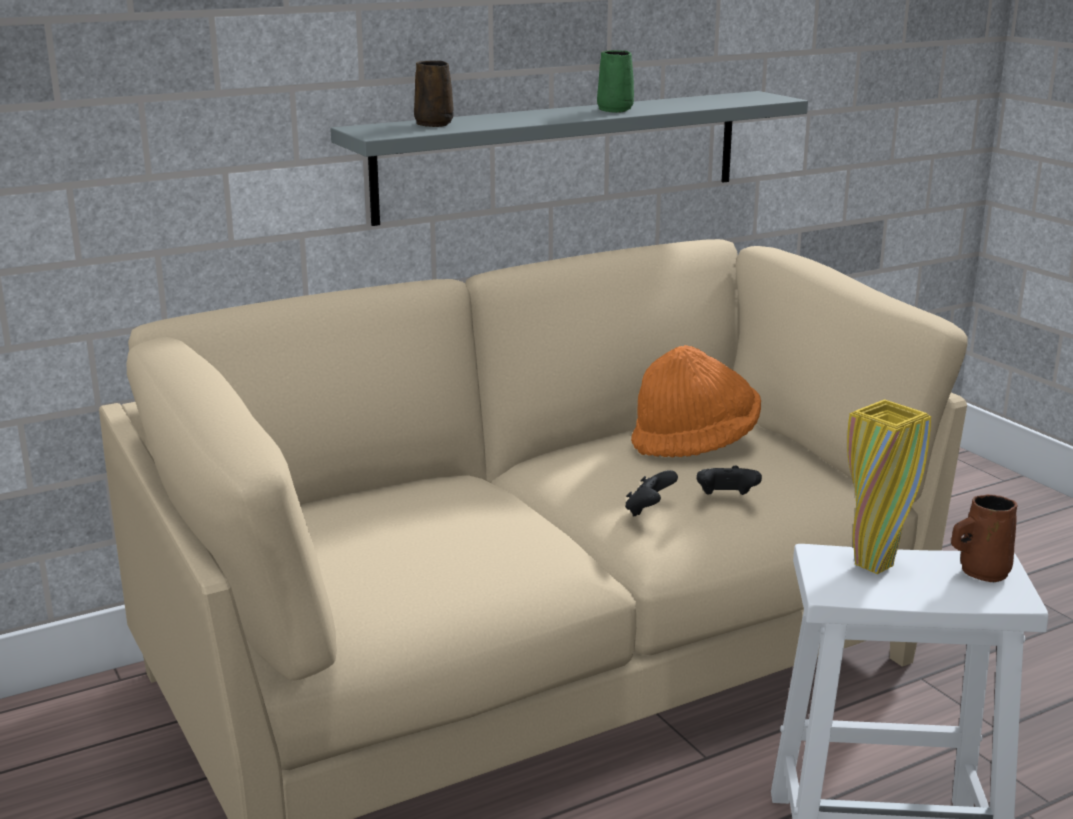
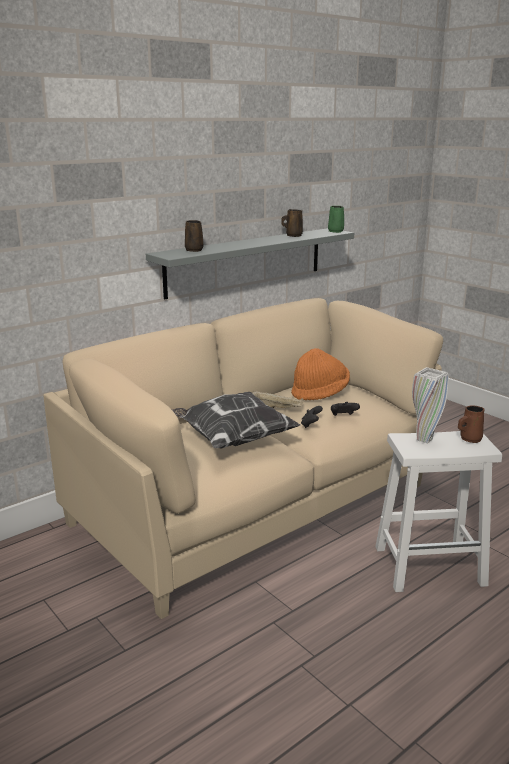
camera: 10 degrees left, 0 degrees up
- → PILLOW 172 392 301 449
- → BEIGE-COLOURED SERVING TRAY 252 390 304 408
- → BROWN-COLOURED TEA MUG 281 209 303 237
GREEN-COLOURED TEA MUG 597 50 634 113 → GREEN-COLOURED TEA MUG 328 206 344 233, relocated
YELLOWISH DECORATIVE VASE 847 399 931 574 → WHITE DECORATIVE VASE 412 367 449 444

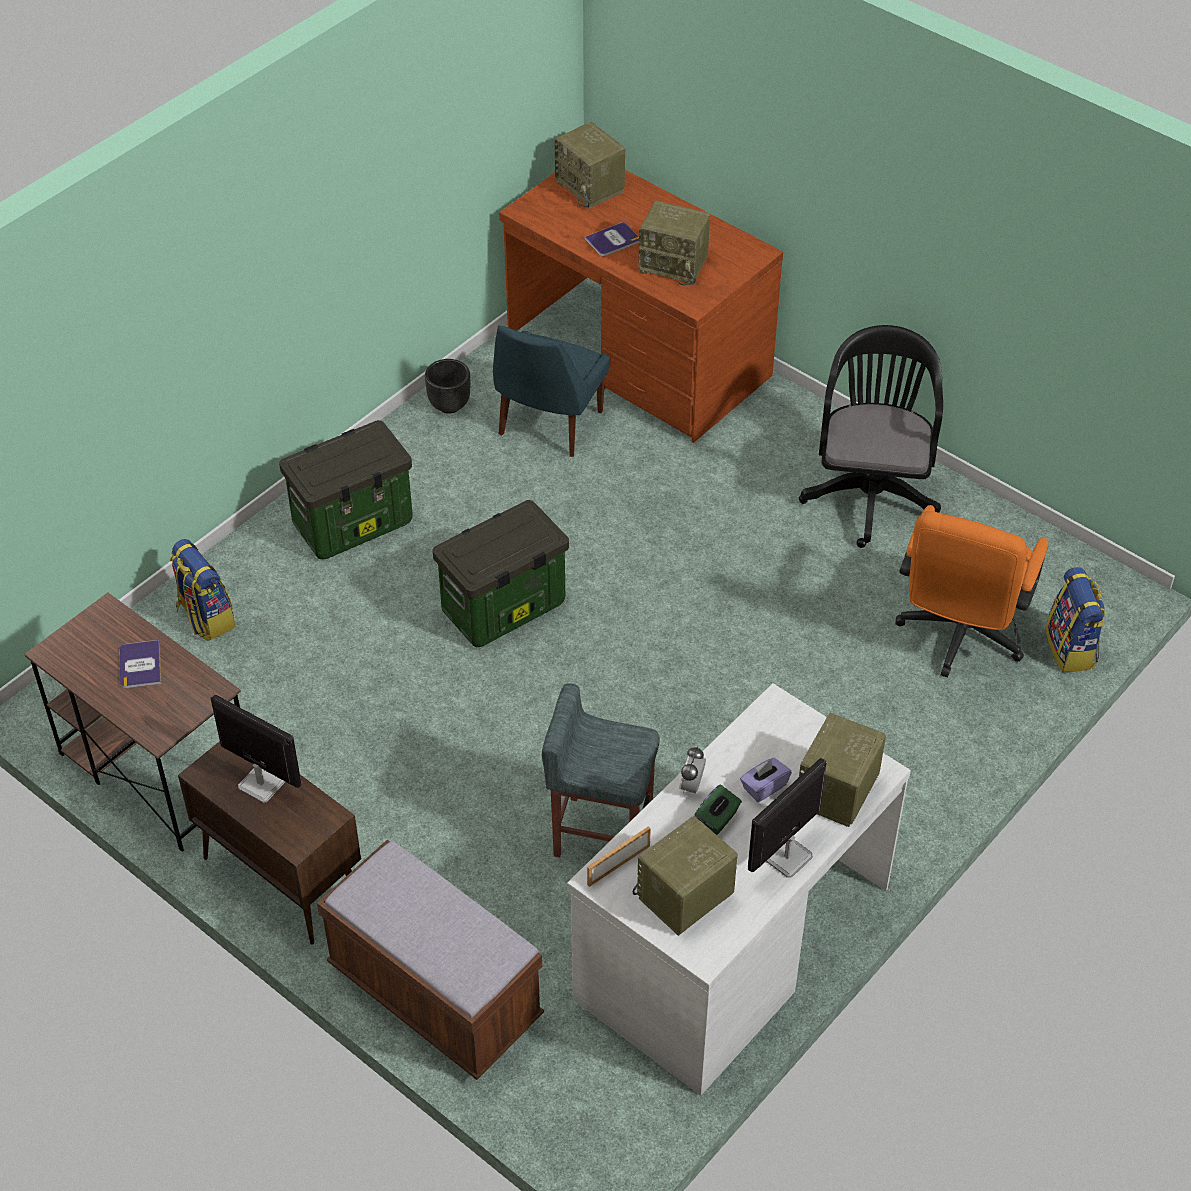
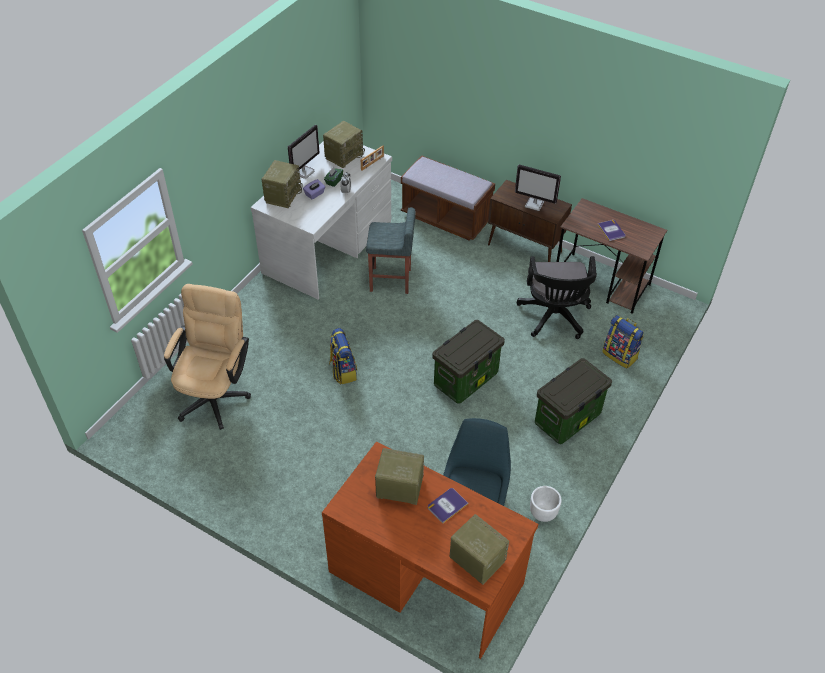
camera: 170 degrees right, 0 degrees up
BLACK COMPUTER CHAIR 799 325 943 548 → BLACK COMPUTER CHAIR 517 256 597 339, relocated
BACKPACK 1045 567 1105 672 → BACKPACK 329 328 357 385, relocated
BLACK FLOWER POT 425 359 470 414 → WHITE FLOWER POT 530 486 562 522
ORANGEY COMPUTER CHAIR 896 505 1048 678 → BEIGE-COLOURED COMPUTER CHAIR 164 284 251 430

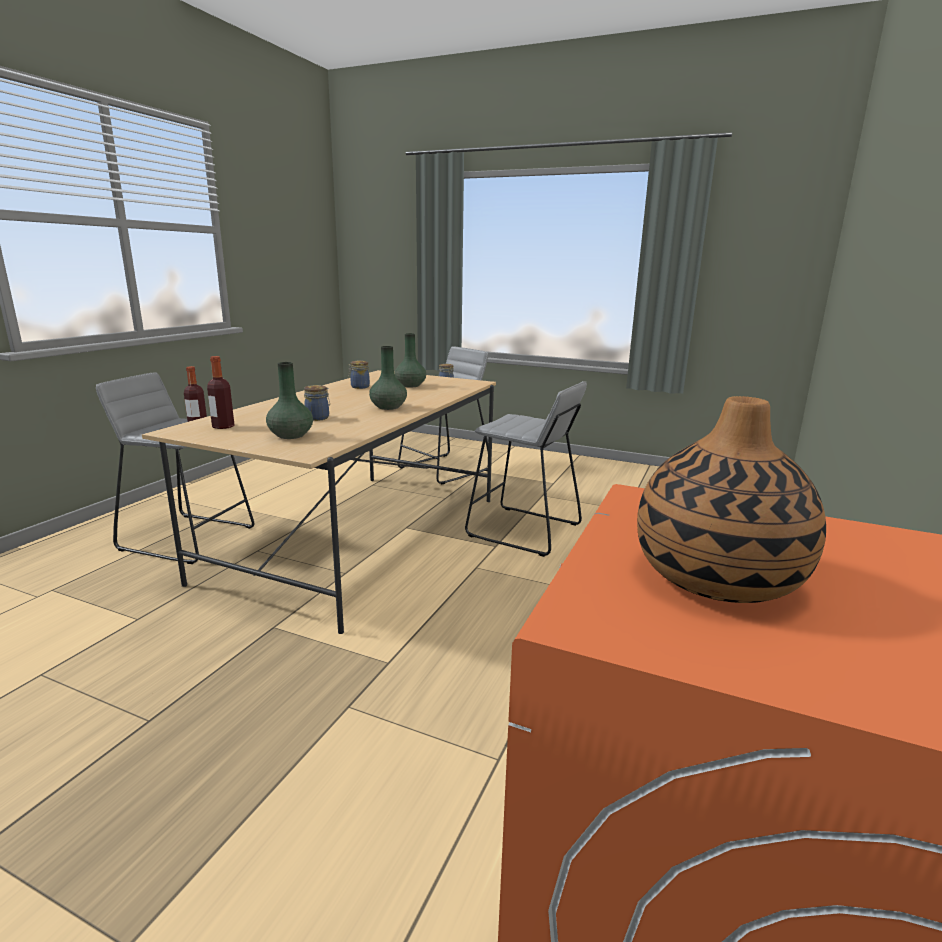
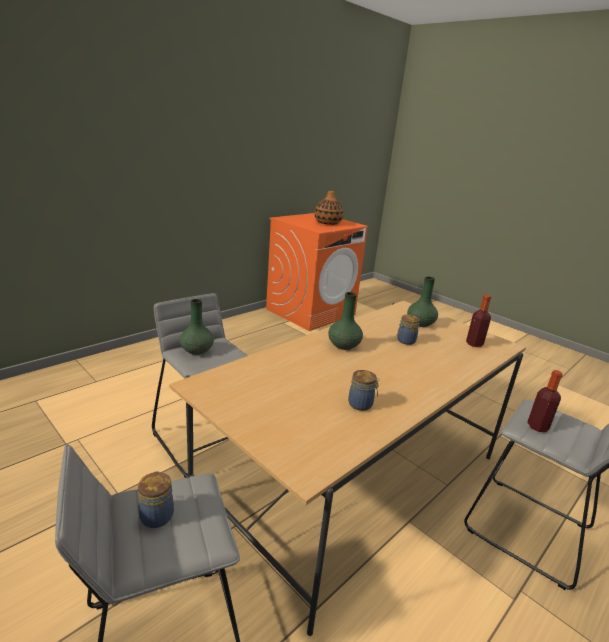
camera: 160 degrees left, 5 degrees up
GREEN-COLOURED DECORATIVE VASE 395 333 426 387 → GREEN-COLOURED DECORATIVE VASE 180 299 214 355, relocated

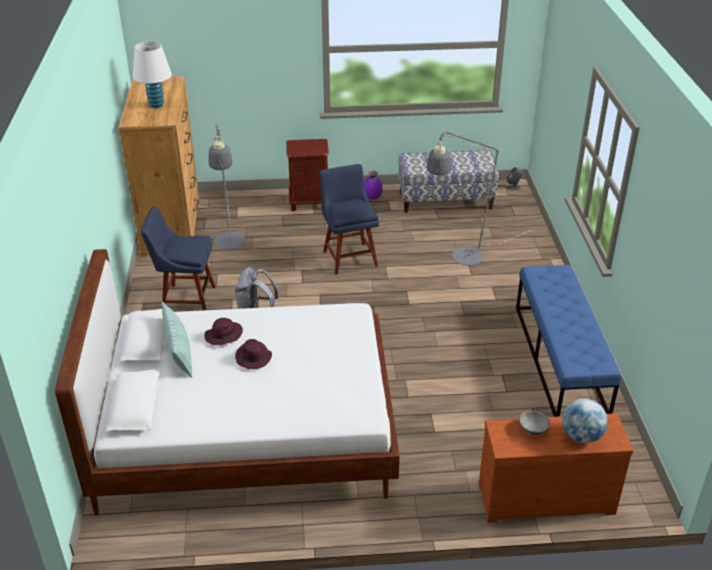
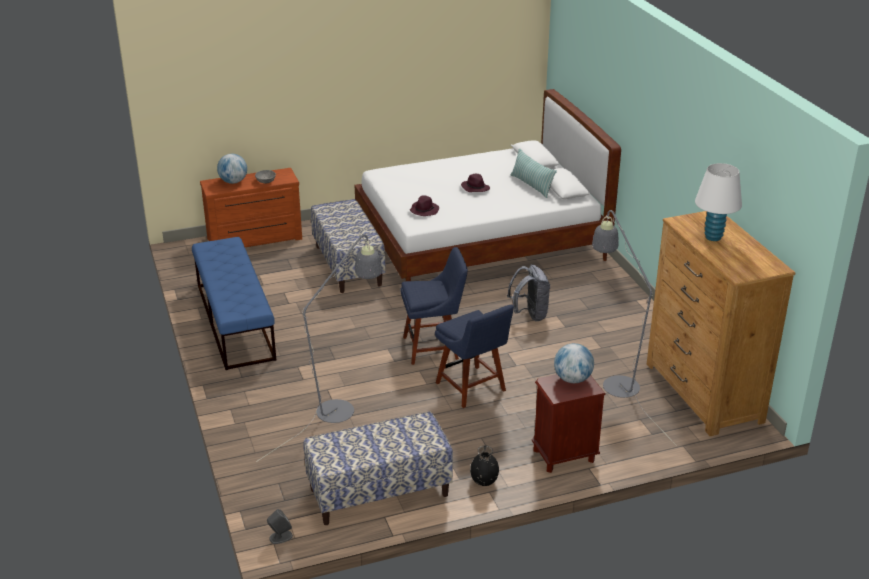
camera: 165 degrees right, 5 degrees down
- → LONG SEAT 311 199 386 293
- → DESK GLOBE 554 343 594 383
BLUISH UPRIGHT CHAIR 141 206 216 310 → BLUISH UPRIGHT CHAIR 400 247 468 365, relocated
PURPLISH CLOTHING HAT 204 318 243 345 → PURPLISH CLOTHING HAT 410 195 439 216, relocated
PURPLISH DECORATIVE VASE 364 171 383 200 → BLACK DECORATIVE VASE 470 446 499 486

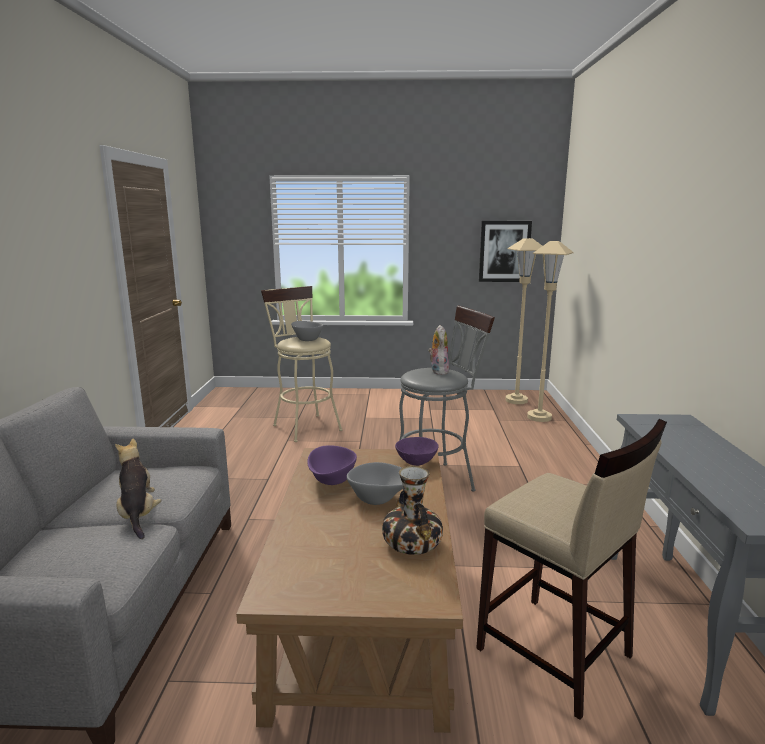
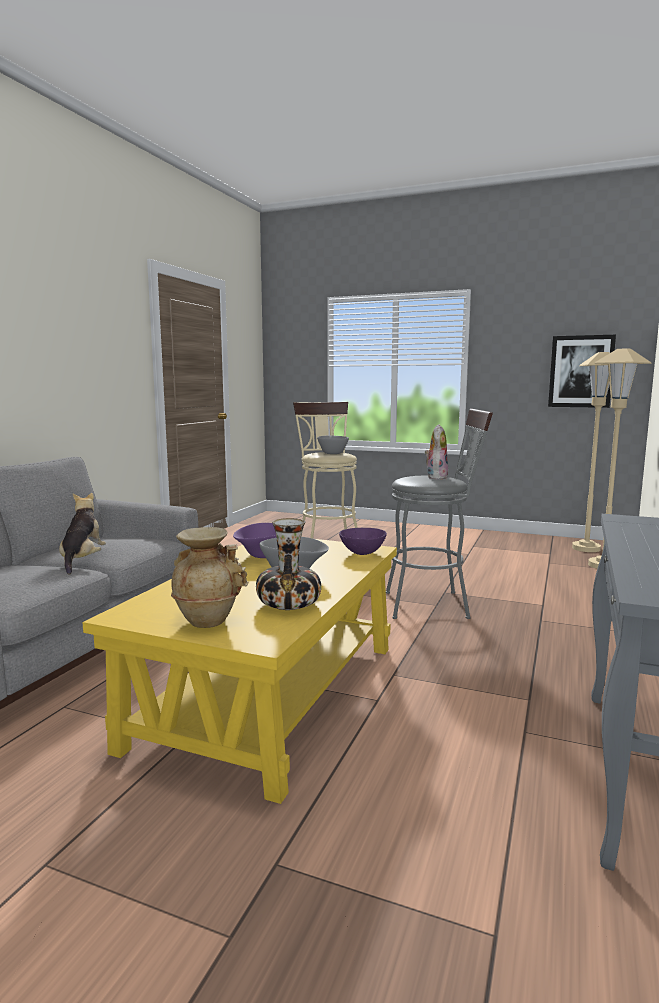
camera: 20 degrees right, 5 degrees down
BEIGE-COLOURED STOOL SEAT 476 419 667 720 → -
- → BEIGE-COLOURED DECORATIVE VASE 171 527 248 628
BROWN-COLOURED LOW TABLE 236 448 463 733 → YELLOWISH LOW TABLE 82 539 397 804

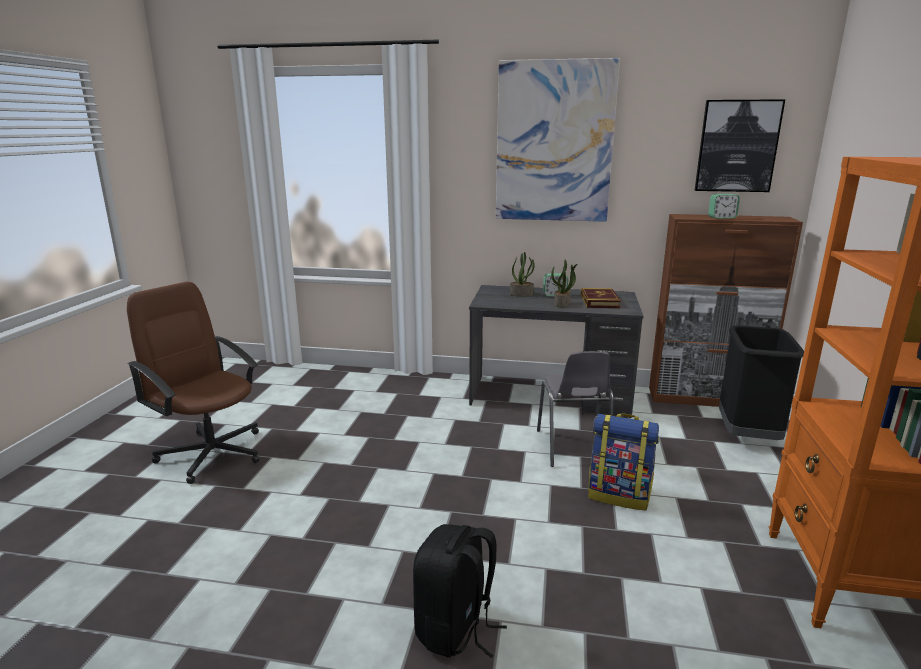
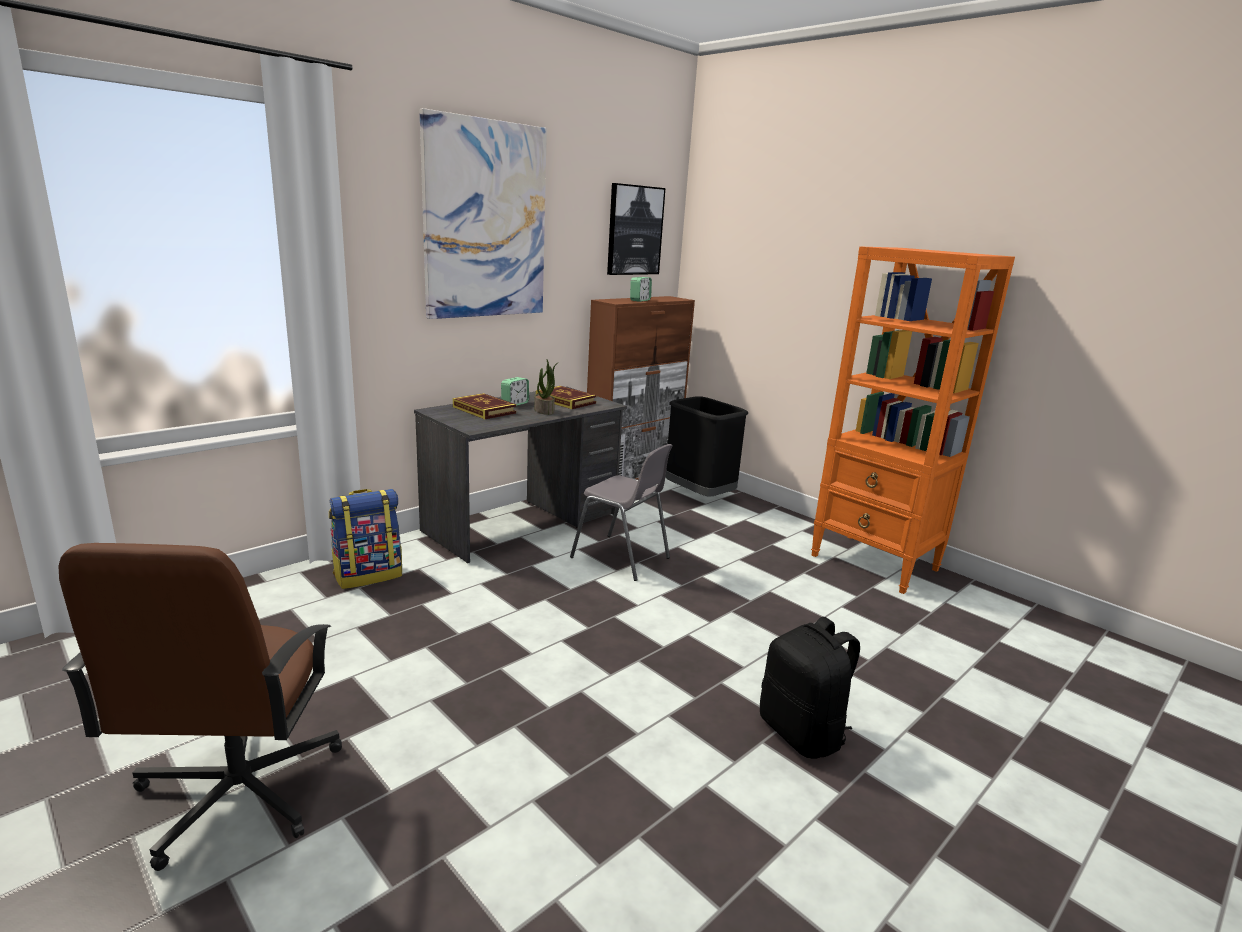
camera: 55 degrees left, 0 degrees up
BACKPACK 588 413 659 510 → BACKPACK 329 489 402 589, relocated
PLANT IN A POT 510 252 535 297 → BOUND BOOK 453 393 516 419
BROWN-COLOURED COMPUTER CHAIR 127 282 259 484 → BROWN-COLOURED COMPUTER CHAIR 59 543 342 871, 75 degrees counterclockwise

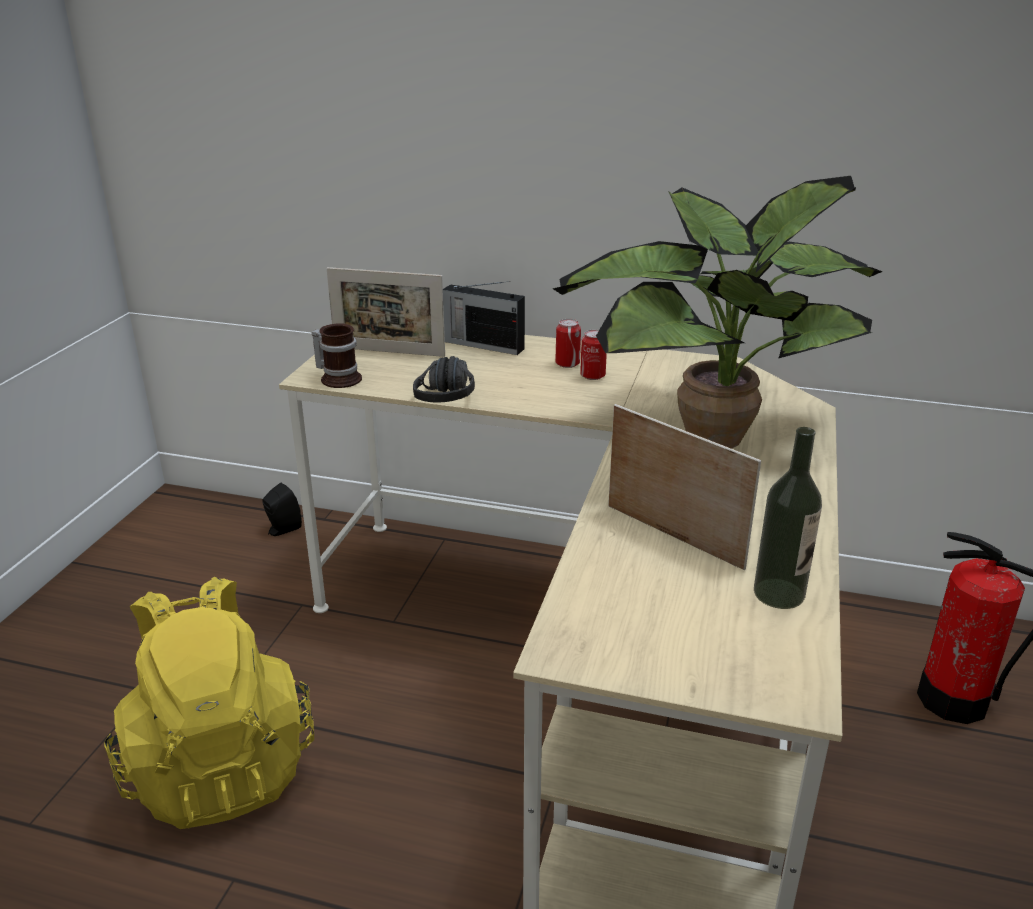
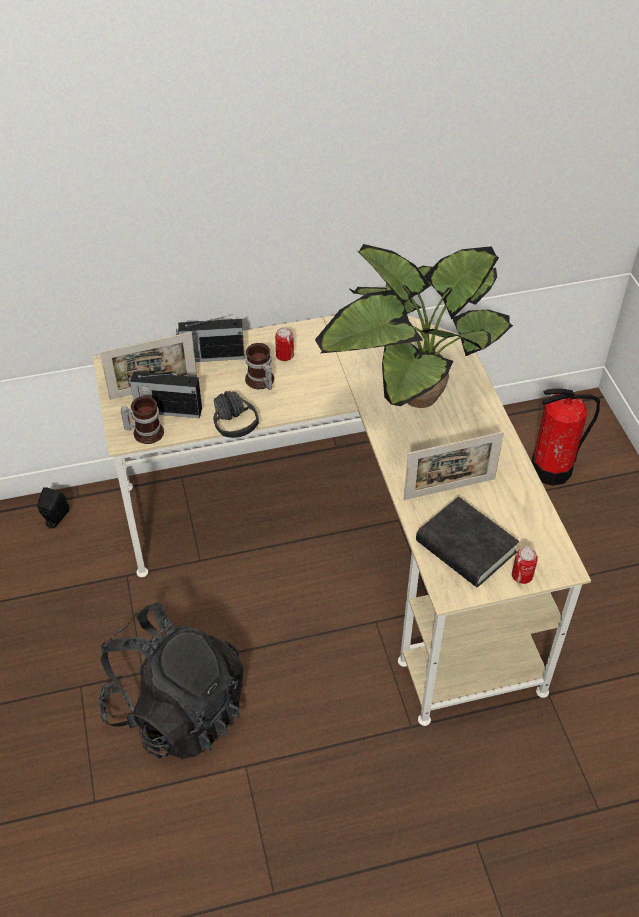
camera: 30 degrees left, 20 degrees up
BEVERAGE BOTTLE 754 427 822 609 → -
- → RADIO RECEIVER 129 372 202 418
- → TEA MUG 245 343 274 390
- → BLACK BOUND BOOK 416 497 519 587
METAL CAN 580 330 607 380 → METAL CAN 512 546 538 584, relocated
YELLOWISH BACKPACK 104 577 314 829 → BLACK BACKPACK 98 603 244 759
STANDING FRAME 608 404 761 570 → STANDING FRAME 404 432 504 500, 150 degrees clockwise

